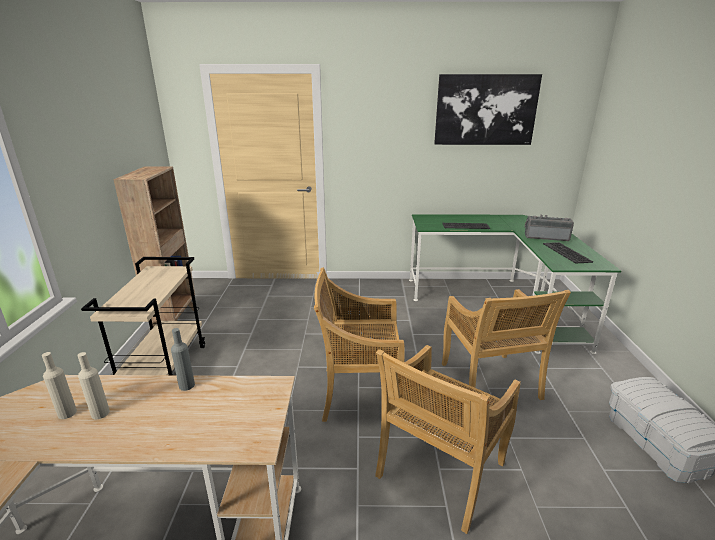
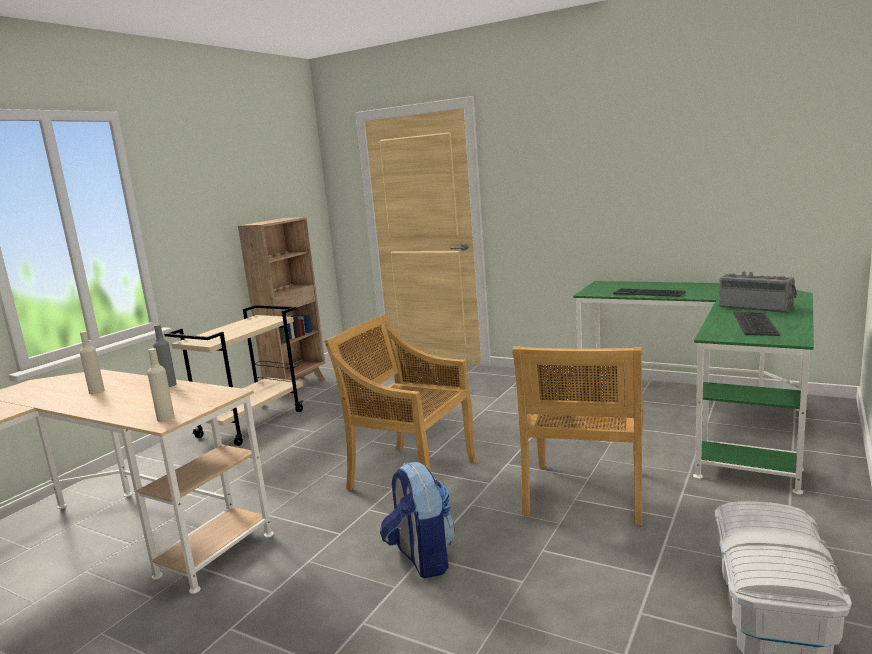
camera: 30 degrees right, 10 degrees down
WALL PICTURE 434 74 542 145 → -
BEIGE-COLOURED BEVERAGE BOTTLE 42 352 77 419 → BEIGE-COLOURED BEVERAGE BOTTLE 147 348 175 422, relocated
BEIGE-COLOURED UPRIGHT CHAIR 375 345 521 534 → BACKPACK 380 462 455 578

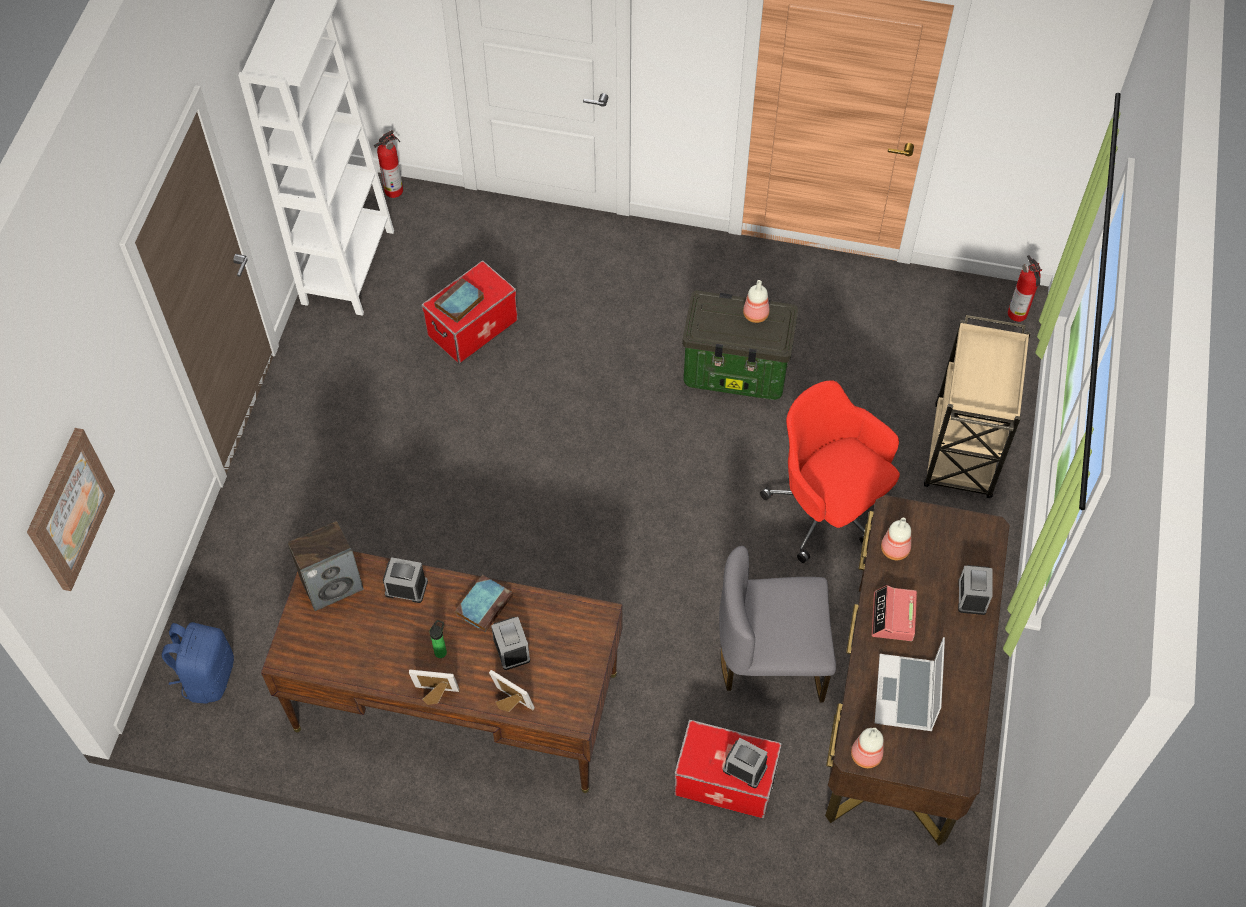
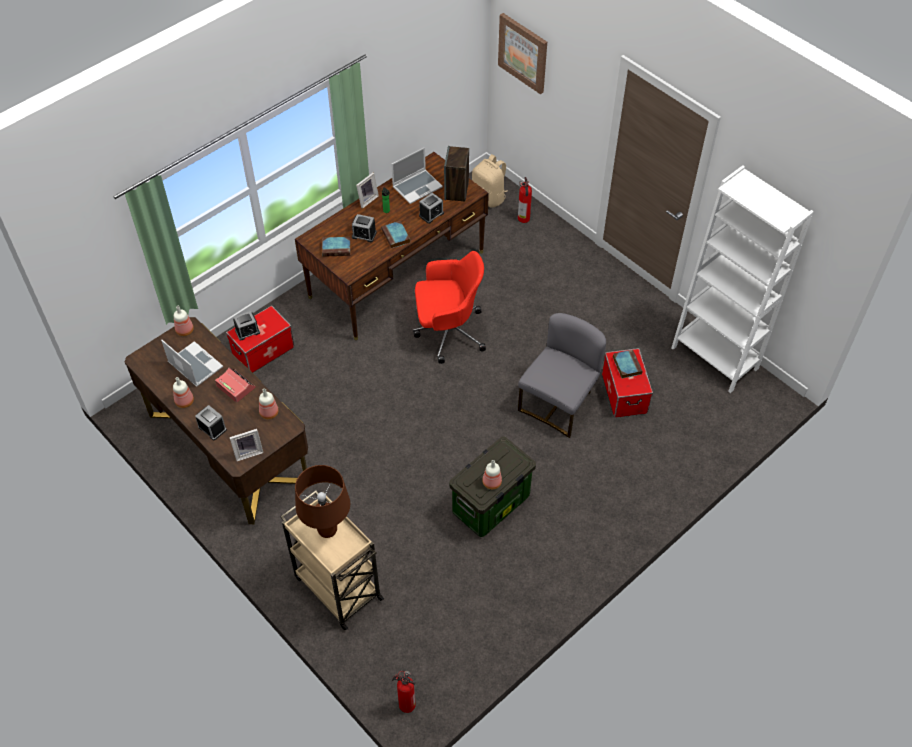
camera: 125 degrees right, 5 degrees down
- → BEVERAGE BOTTLE 173 377 194 408
- → BROWN-COLOURED TABLE LAMP 295 465 350 538
- → BOUND BOOK 322 237 350 257
- → LAPTOP 391 147 443 204
FIRE EXTINGUISHER 374 130 403 198 → FIRE EXTINGUISHER 518 177 532 223, relocated
STANDING FRAME 489 670 535 712 → STANDING FRAME 229 429 264 461, relocated
GRAY UPRIGHT CHAIR 719 546 836 703 → GRAY UPRIGHT CHAIR 518 313 606 438, relocated
RED COMPUTER CHAIR 760 380 900 563 → RED COMPUTER CHAIR 413 251 486 364, relocated
BLUISH BACKPACK 162 622 234 704 → BEIGE-COLOURED BACKPACK 472 154 508 208

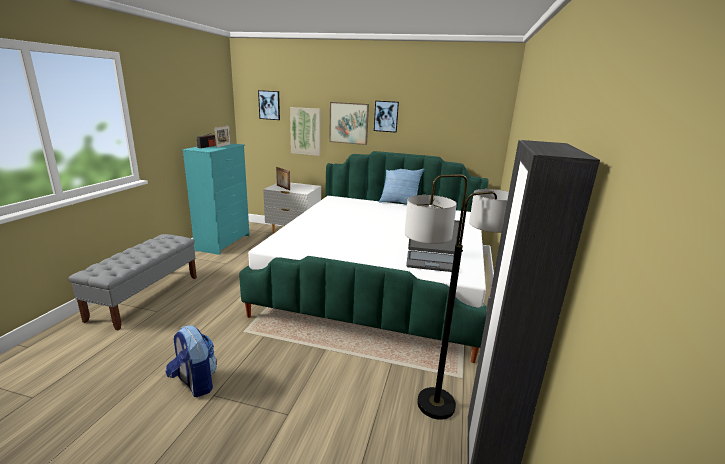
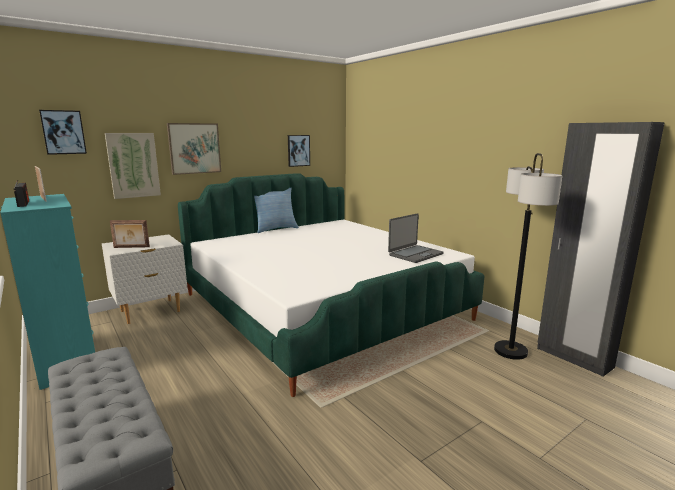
camera: 50 degrees left, 5 degrees down
BACKPACK 166 325 217 397 → -
WALL PICTURE 374 101 399 133 → WALL PICTURE 288 135 310 167, relocated

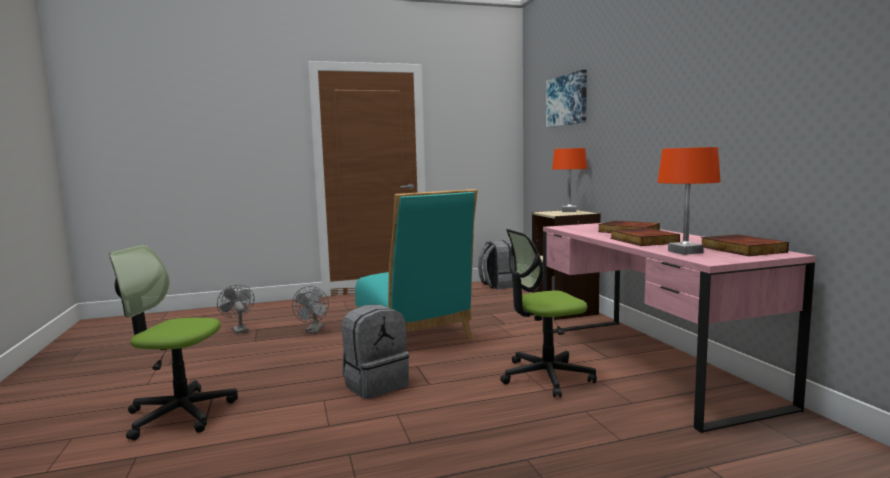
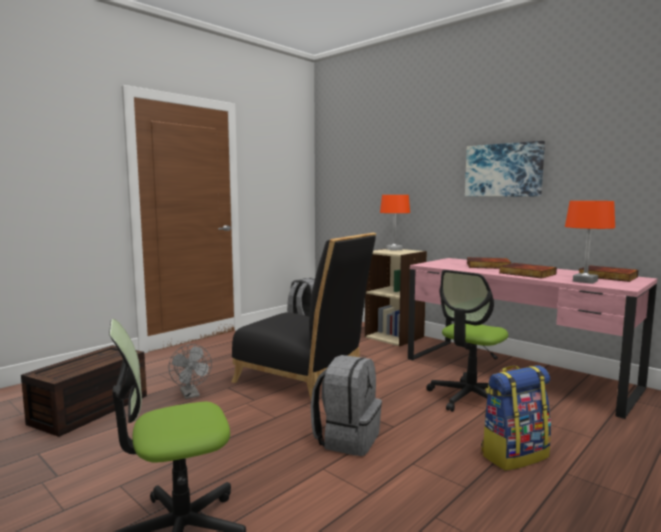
camera: 30 degrees left, 0 degrees up
- → BACKPACK 481 365 551 471
WALL PICTURE 546 70 587 127 → WALL PICTURE 465 141 545 196, relocated
GRAY ELECTRIC FAN 217 284 255 334 → BROWN-COLOURED STORAGE CONTAINER 21 345 147 437
TURQUOISE-COLOURED UPRIGHT CHAIR 355 189 478 339 → BLACK UPRIGHT CHAIR 231 233 376 399

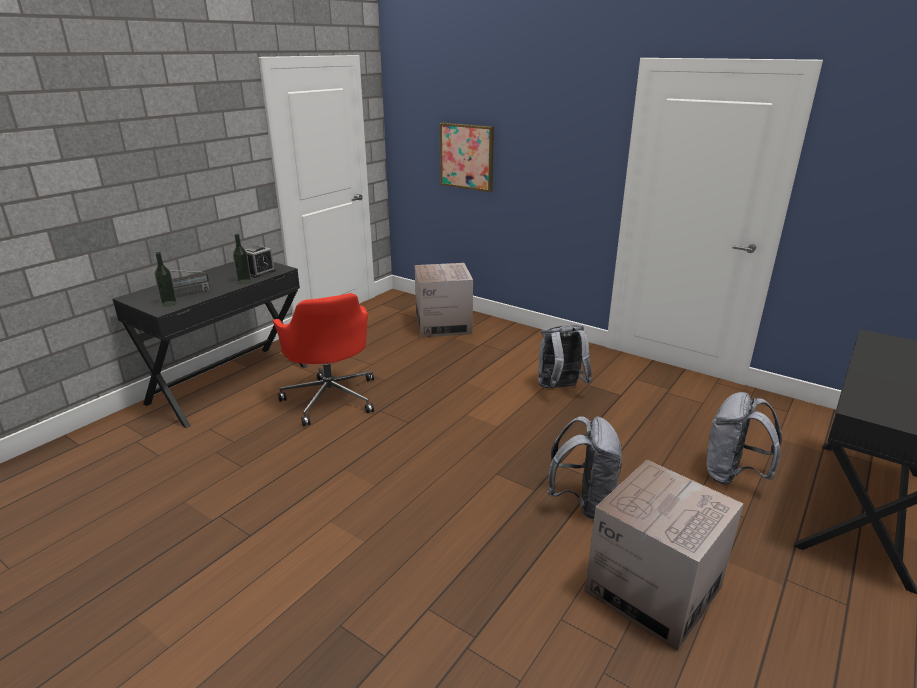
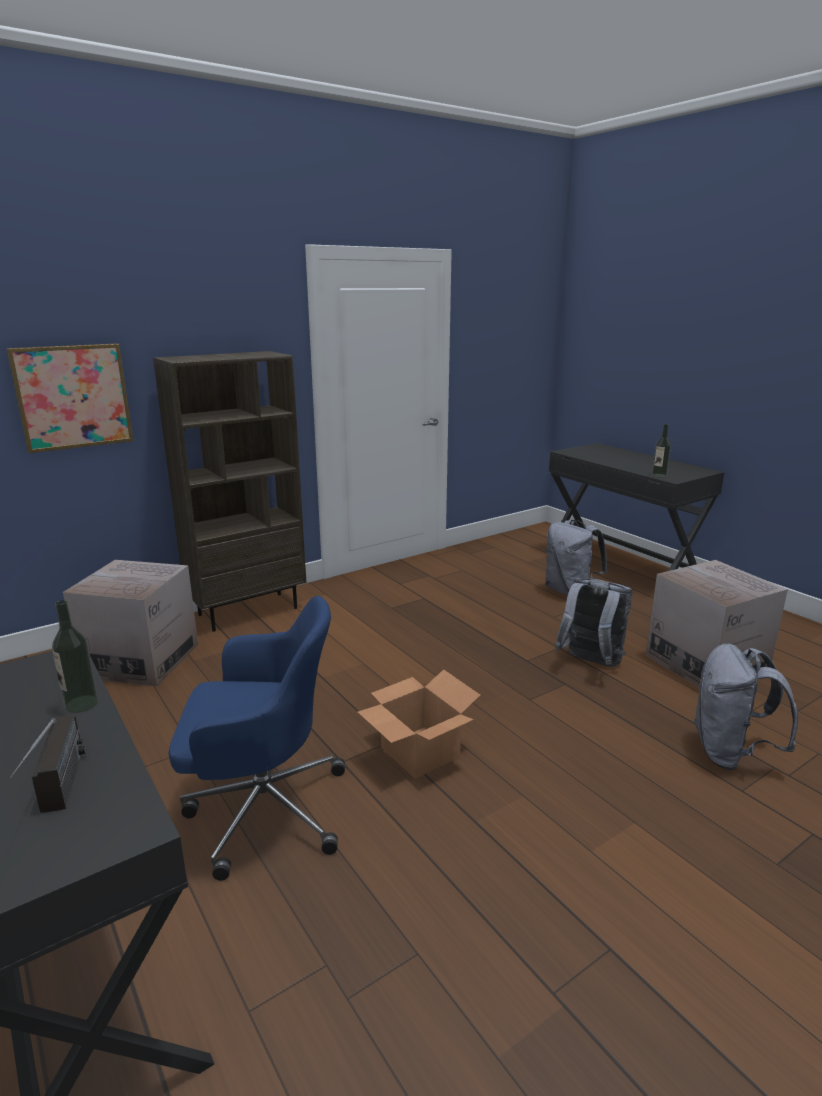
camera: 70 degrees left, 5 degrees down
ALARM CLOCK 245 246 276 278 → -
- → BROWN-COLOURED BOOKCASE 153 351 306 632
- → CARDBOARD BOX 357 670 481 779
BEVERAGE BOTTLE 155 252 177 307 → BEVERAGE BOTTLE 652 424 671 478, relocated
GRAY BACKPACK 538 325 592 388 → GRAY BACKPACK 693 644 798 771, relocated
RED COMPUTER CHAIR 273 293 374 426 → BLUISH COMPUTER CHAIR 169 596 345 881

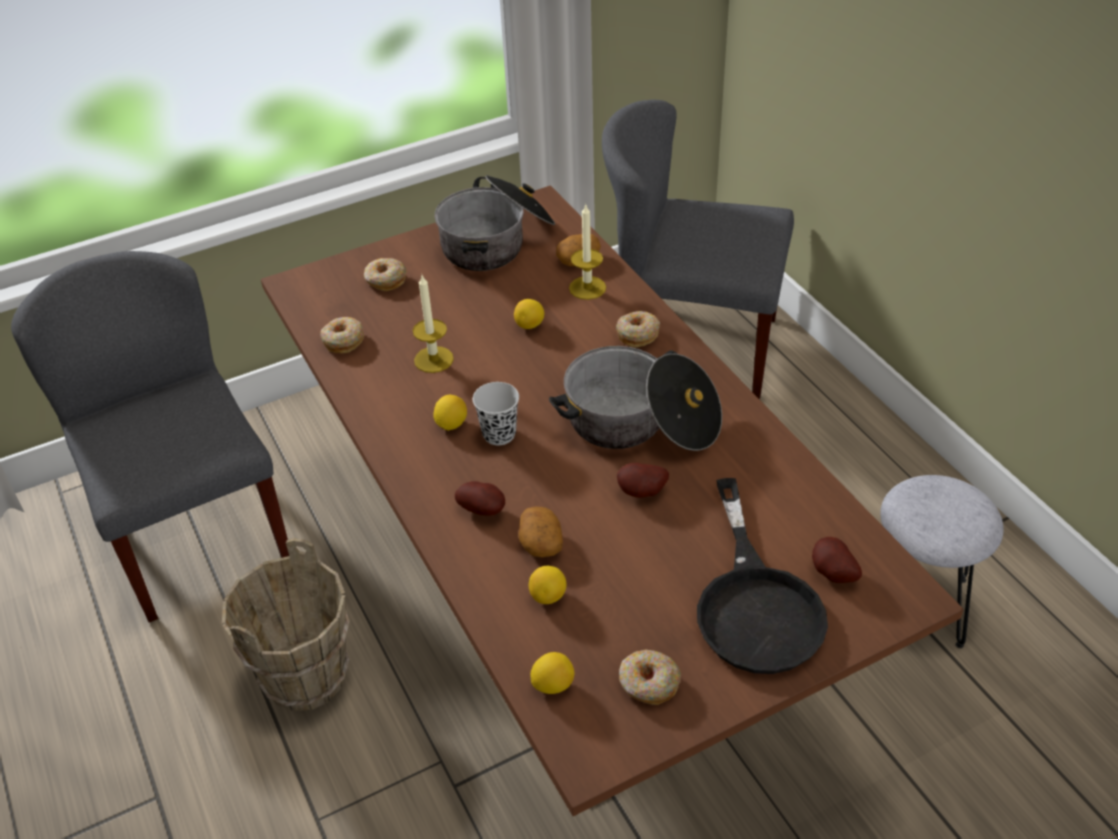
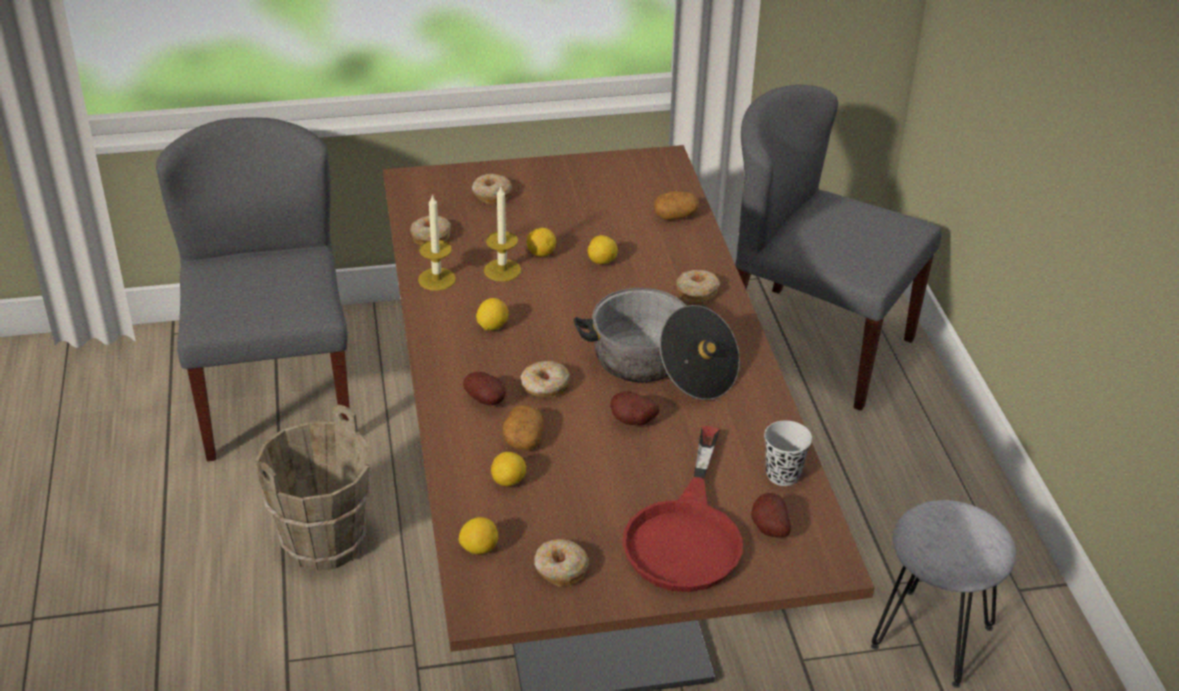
camera: 15 degrees right, 5 degrees down
STOCKPOT 435 175 555 271 → -
- → DOUGHNUT 520 361 570 397
- → LEMON 526 228 556 257
BLACK SMALL CUP 473 382 519 445 → BLACK SMALL CUP 764 420 812 486, relocated
WAX CANDLE 569 203 606 300 → WAX CANDLE 418 194 456 291, relocated
BLACK SKILLET 697 478 828 674 → RED SKILLET 623 426 743 592

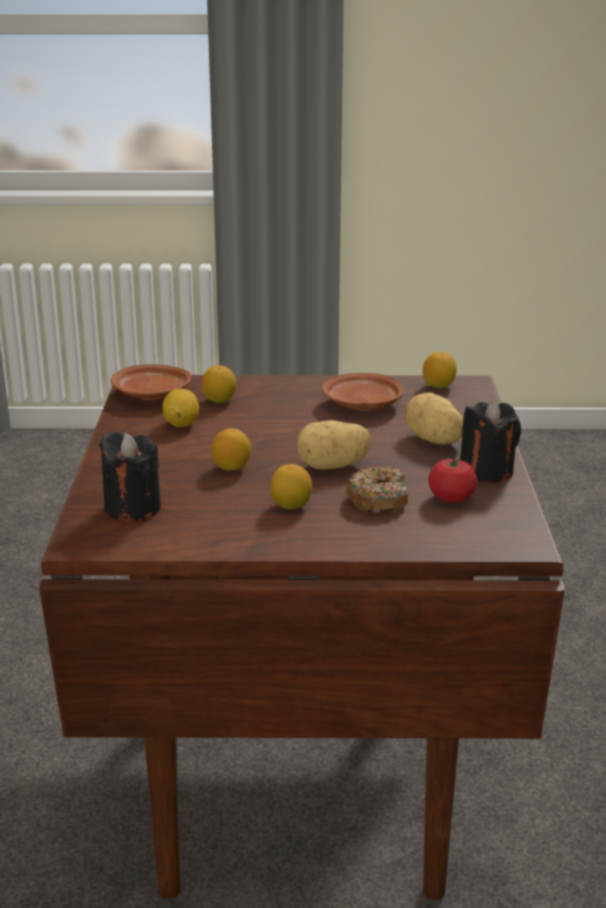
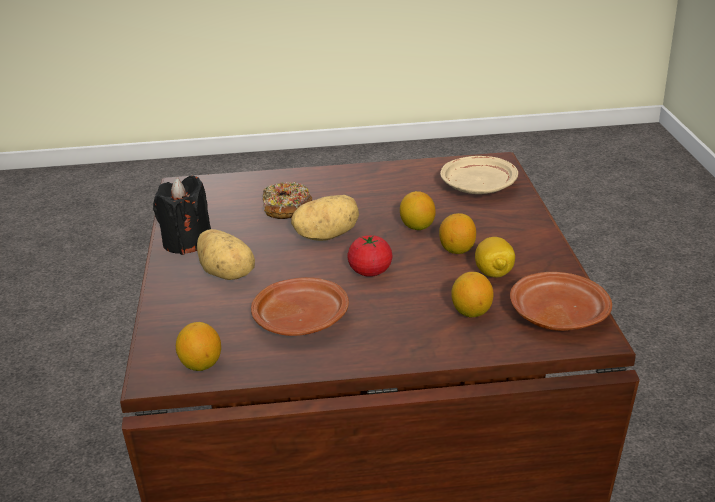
camera: 175 degrees right, 5 degrees up
LEMON 270 464 312 510 → LEMON 439 213 476 254, relocated
WHOLE TOMATO 428 457 477 503 → WHOLE TOMATO 347 235 393 277, relocated
BLACK WAX CANDLE 99 432 161 522 → BEIGE-COLOURED FLAT DISH 440 156 518 194

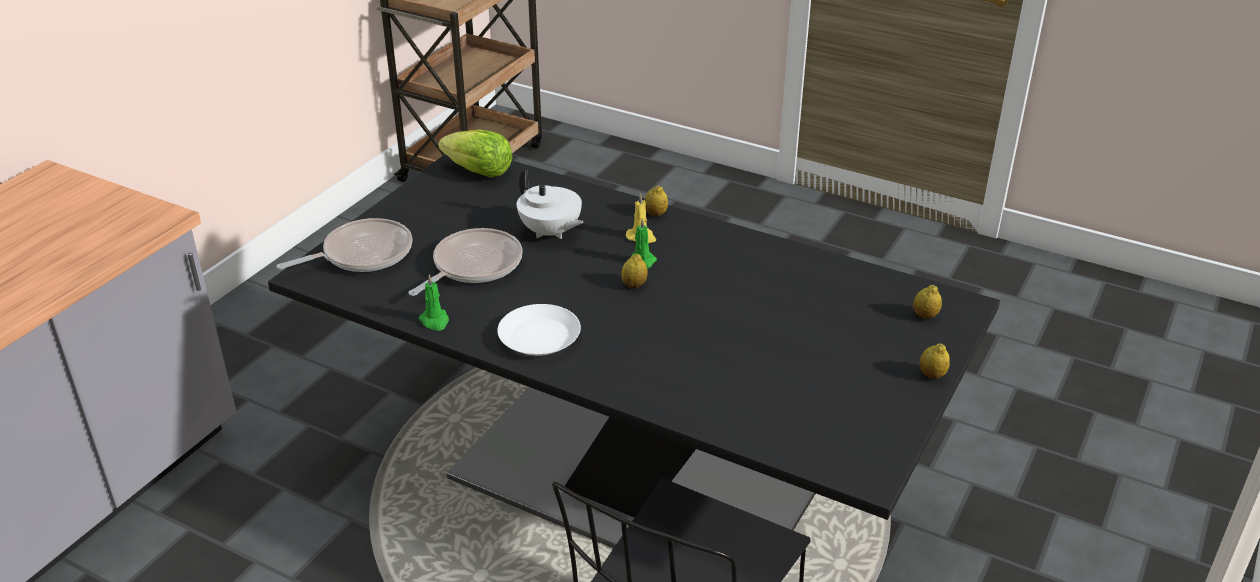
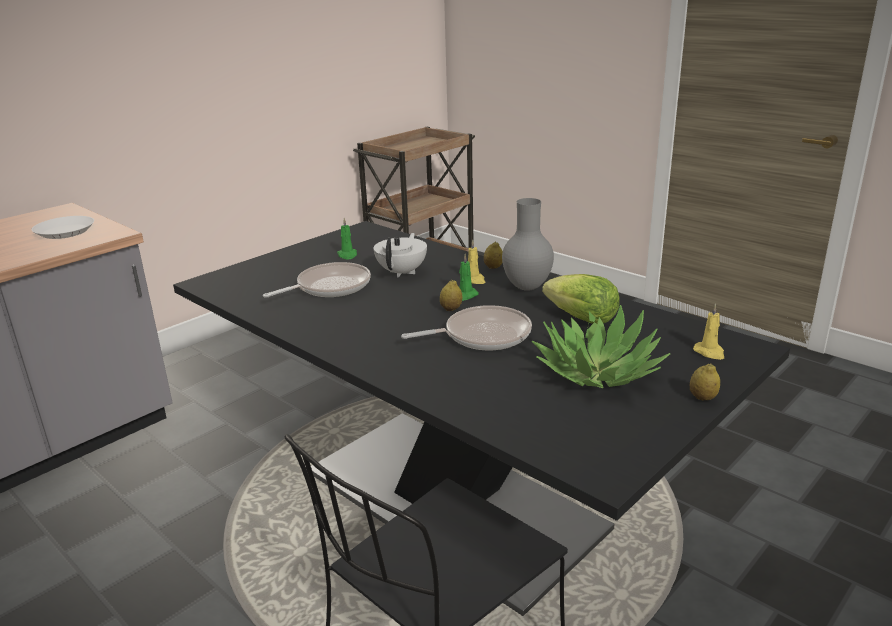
camera: 15 degrees right, 10 degrees down
- → GRAY DECORATIVE VASE 502 198 554 291
- → PLANT IN A POT 532 305 670 388
SKILLET 277 218 412 272 → SKILLET 401 305 532 351, relocated
GREEN-COLOURED WAX CANDLE 419 274 449 331 → GREEN-COLOURED WAX CANDLE 337 218 357 259, relocated
LETTUCE HEAD 438 130 512 178 → LETTUCE HEAD 542 274 620 324, relocated
WHITE FLAT DISH 497 304 581 356 → WHITE FLAT DISH 31 216 94 239, relocated
LEMON 913 285 942 319 → YELLOWISH WAX CANDLE 693 303 724 360
WHITE TEAPOT 517 170 584 239 → WHITE TEAPOT 374 233 427 277, 135 degrees counterclockwise

